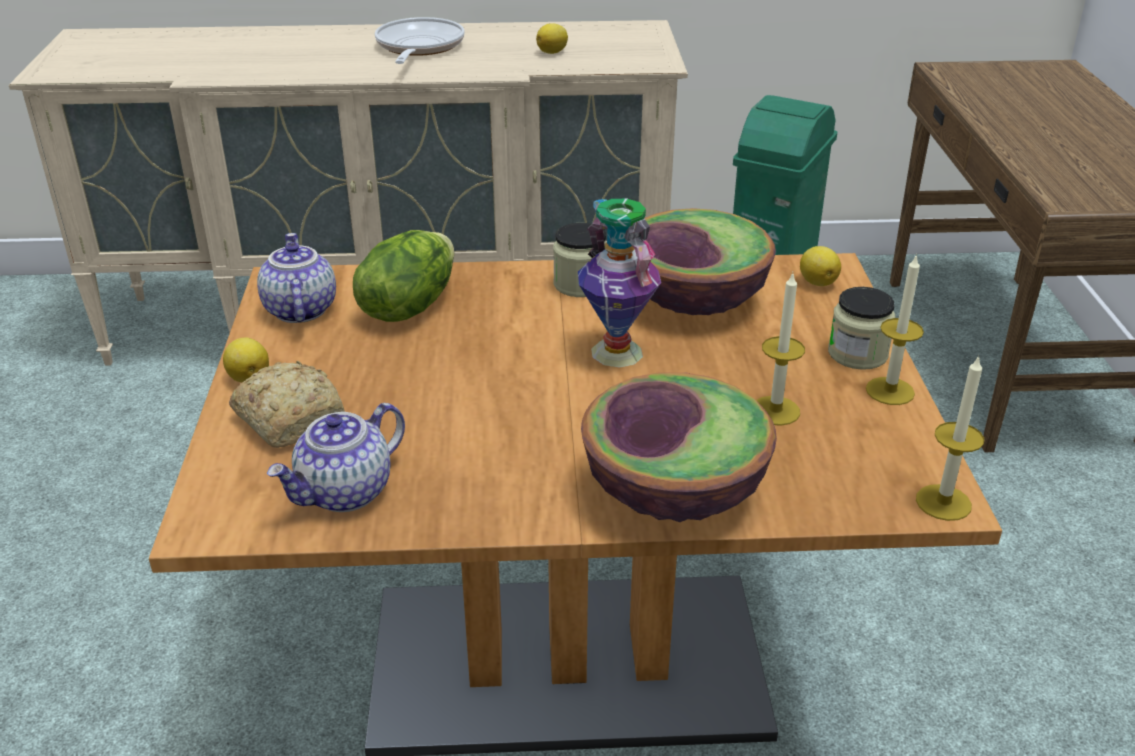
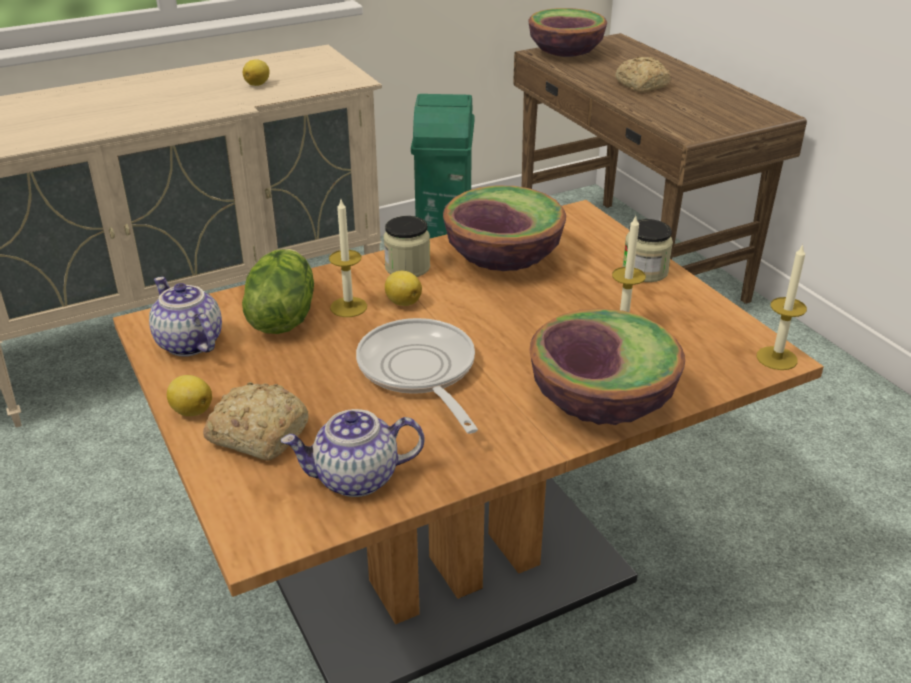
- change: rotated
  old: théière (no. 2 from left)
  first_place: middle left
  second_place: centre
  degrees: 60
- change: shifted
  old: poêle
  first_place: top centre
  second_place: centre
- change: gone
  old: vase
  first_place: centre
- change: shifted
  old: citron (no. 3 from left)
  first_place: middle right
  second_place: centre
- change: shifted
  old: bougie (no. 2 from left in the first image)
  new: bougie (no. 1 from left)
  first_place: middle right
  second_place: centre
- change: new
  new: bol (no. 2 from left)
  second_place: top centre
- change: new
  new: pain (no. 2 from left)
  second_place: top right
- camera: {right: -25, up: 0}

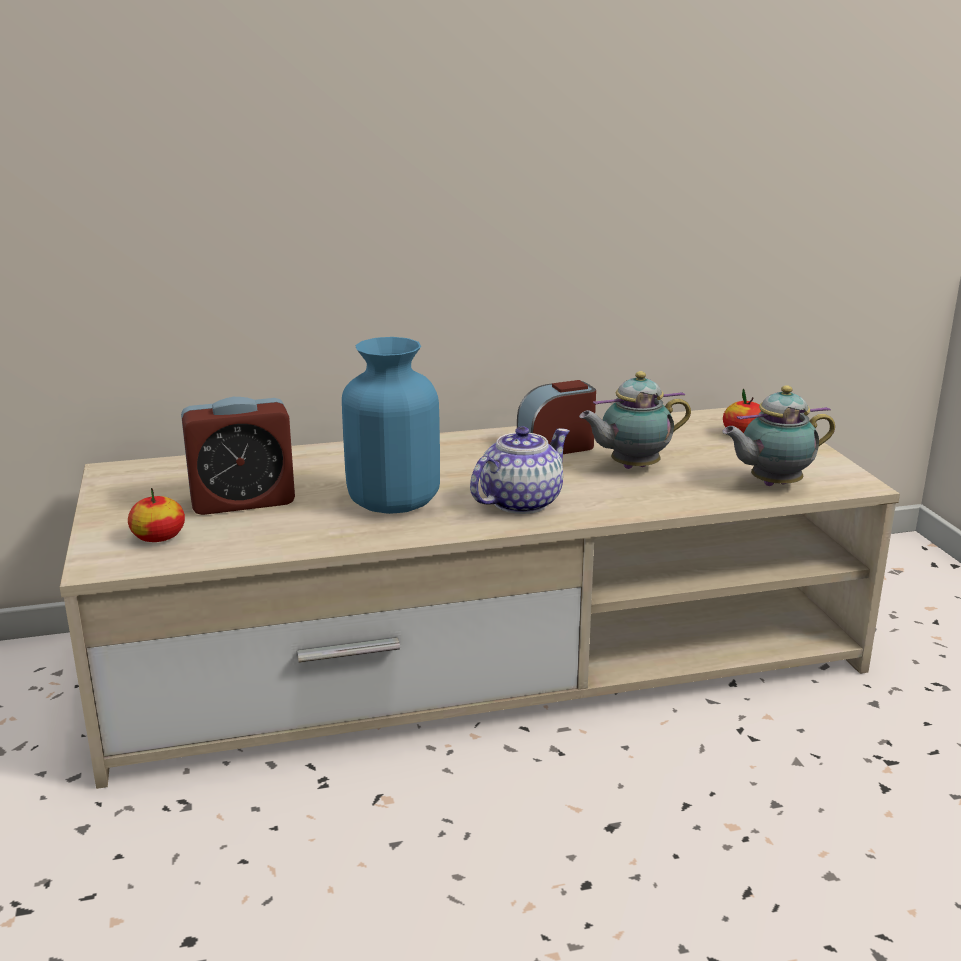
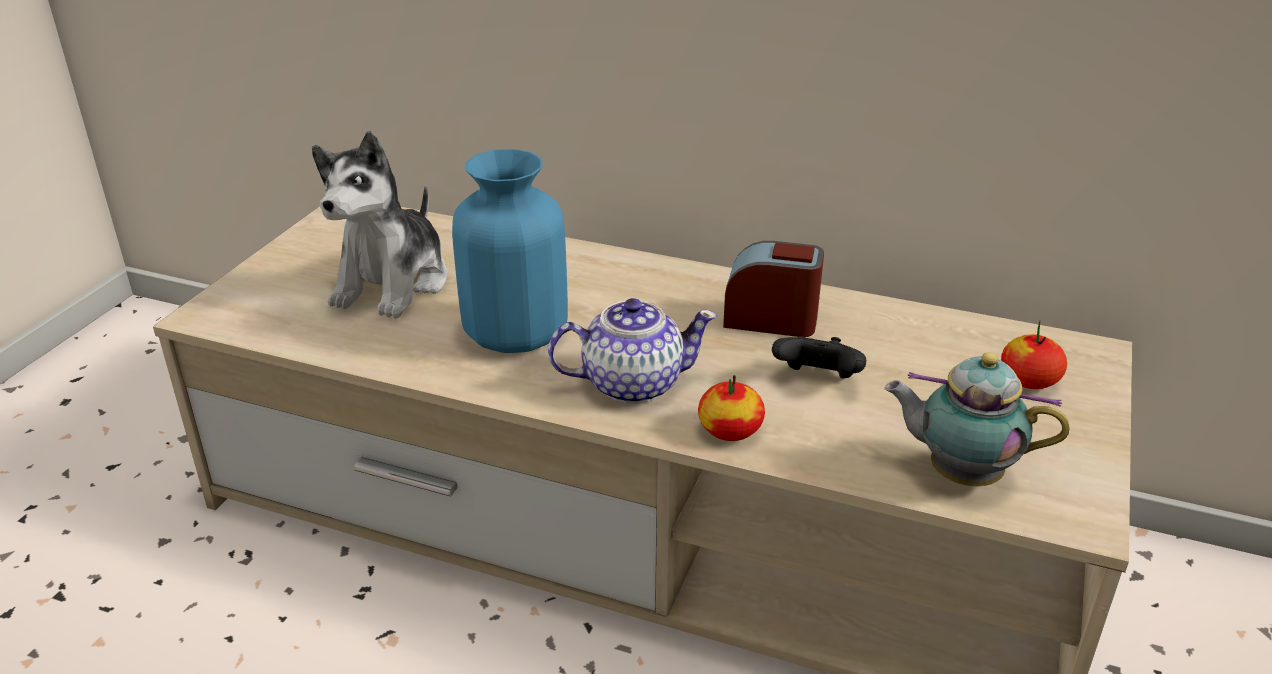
- change: shifted
  old: pomme (no. 1 from left)
  first_place: middle left
  second_place: centre
- change: swapped
  old: réveil (no. 1 from left)
  new: peluche
  first_place: middle left
  second_place: middle left
- change: swapped
  old: théière (no. 2 from left)
  new: manette (noir)
  first_place: centre
  second_place: centre
- camera: {right: 35, up: 10}

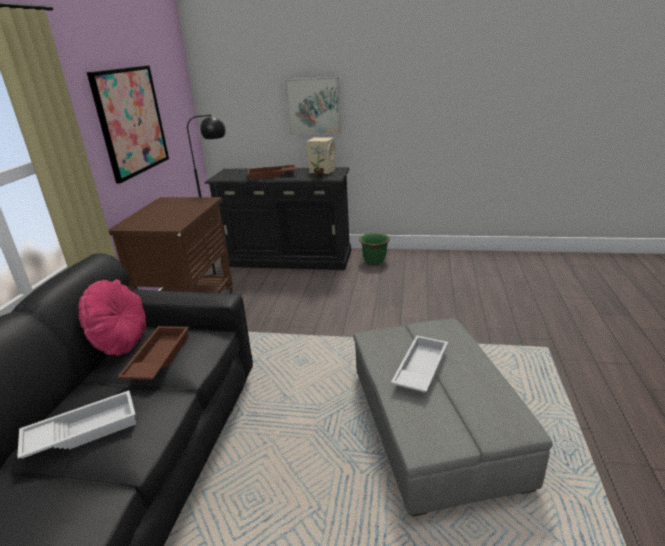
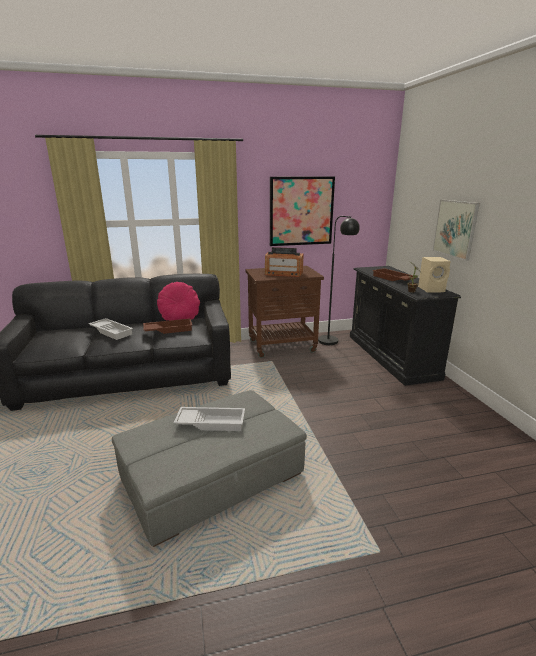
- change: gone
  old: cache-pot (vert)
  first_place: centre
- change: new
  new: radio
  second_place: centre
- camera: {right: 65, up: -5}

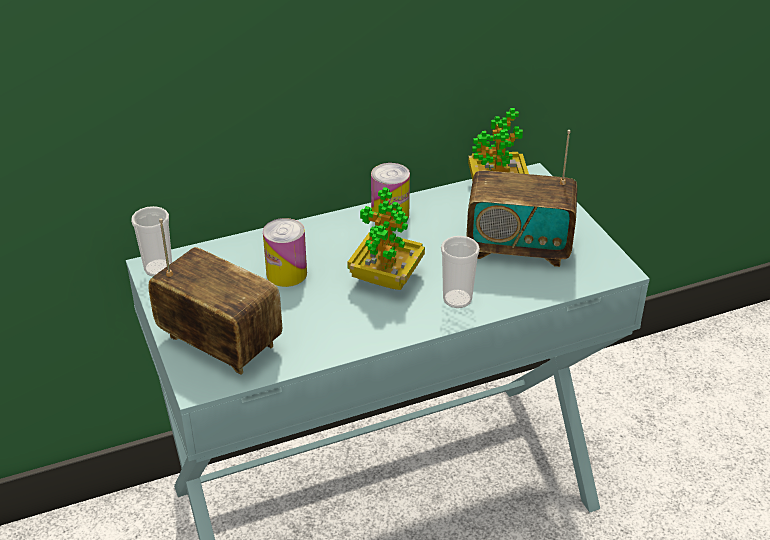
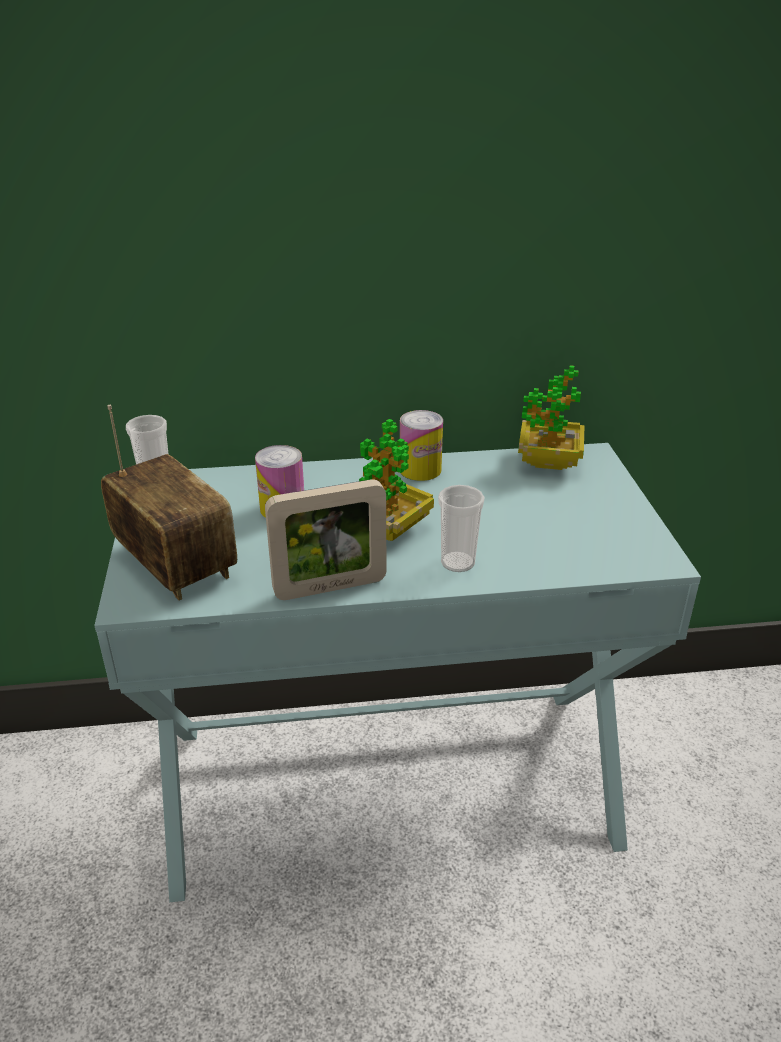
- change: gone
  old: radio (no. 2 from left)
  first_place: middle right
- change: new
  new: cadre photo
  second_place: centre
- camera: {right: 15, up: -5}

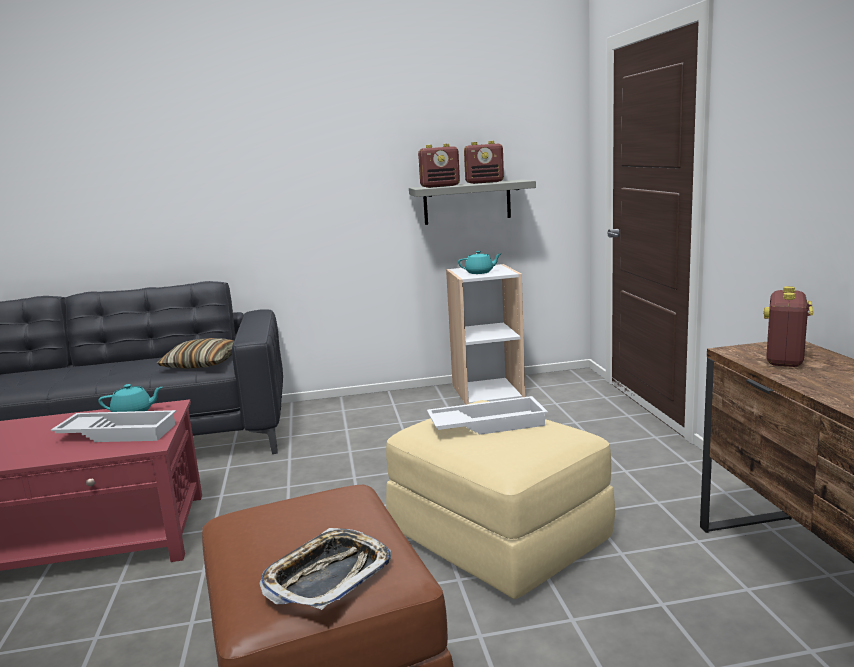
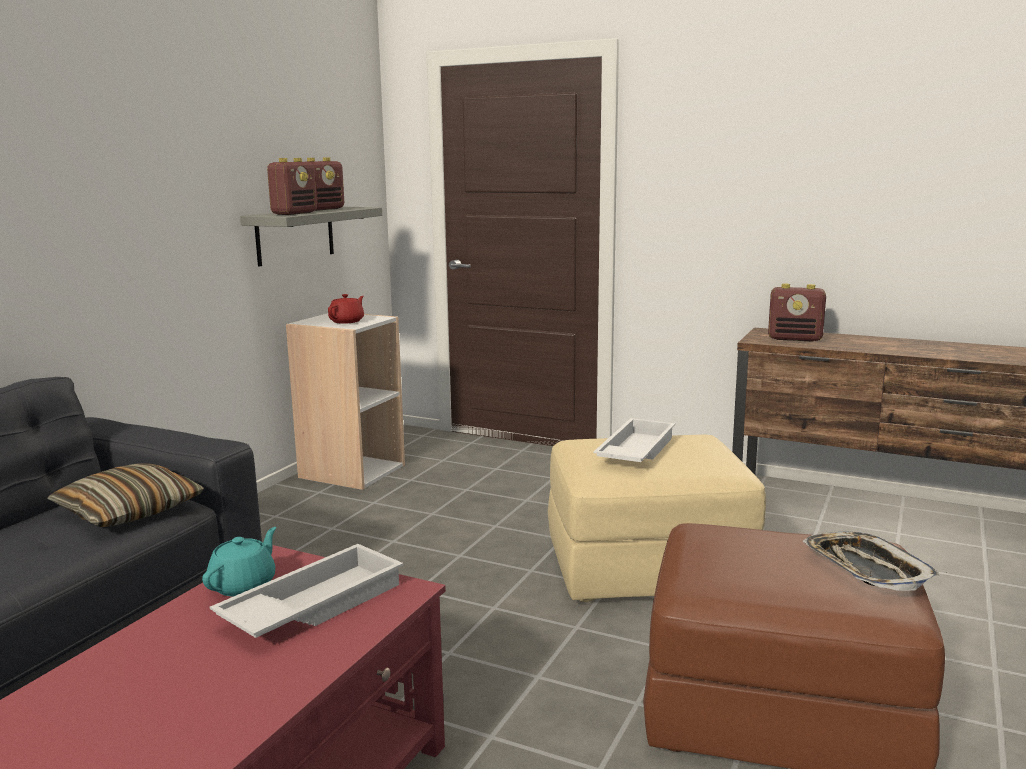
- change: repainted
  old: théière (turquoise) (no. 2 from left)
  new: théière (rouge)
  first_place: centre
  second_place: centre
- change: rotated
  old: radio (no. 3 from left)
  first_place: middle right
  second_place: middle right
  degrees: -45
- camera: {right: -55, up: 0}

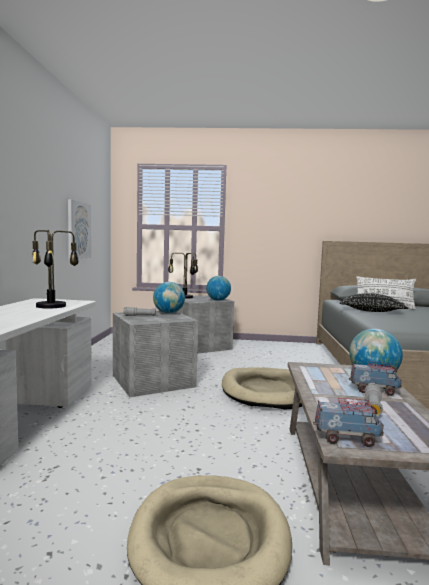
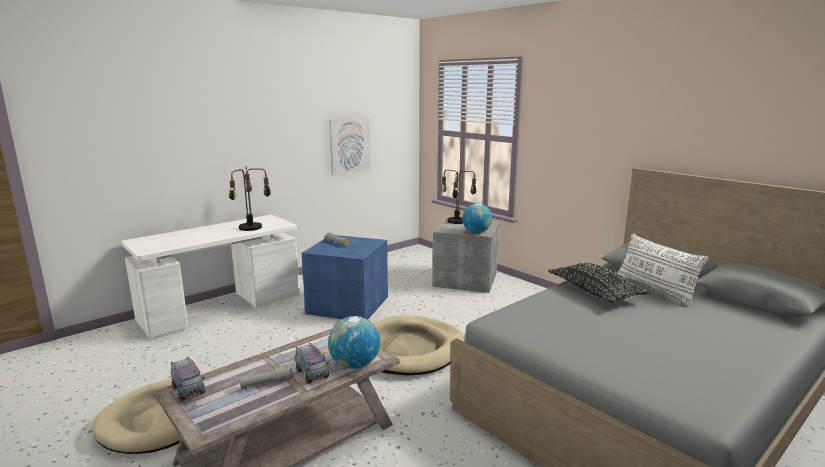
- change: repainted
  old: boîte de rangement (gris) (no. 1 from left)
  new: boîte de rangement (bleu)
  first_place: centre
  second_place: centre
- change: gone
  old: globe (no. 1 from left)
  first_place: centre
- camera: {right: 45, up: 10}

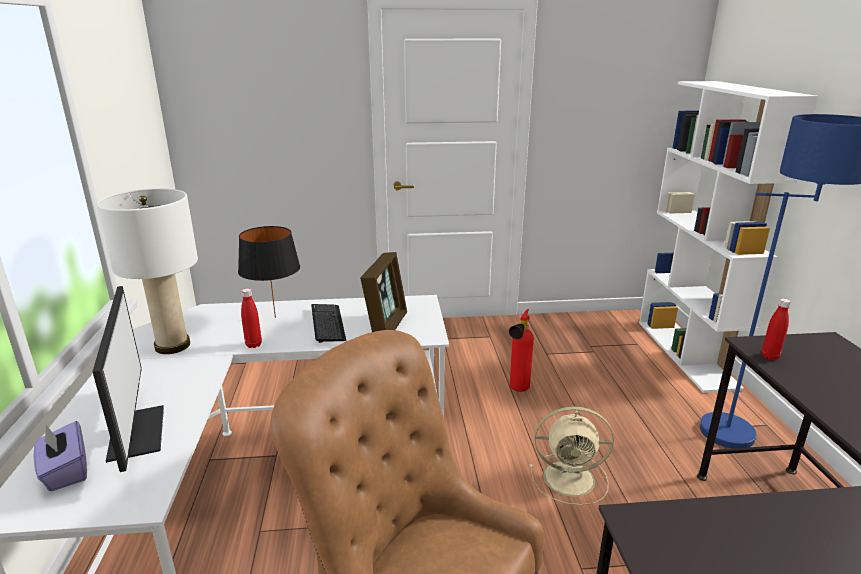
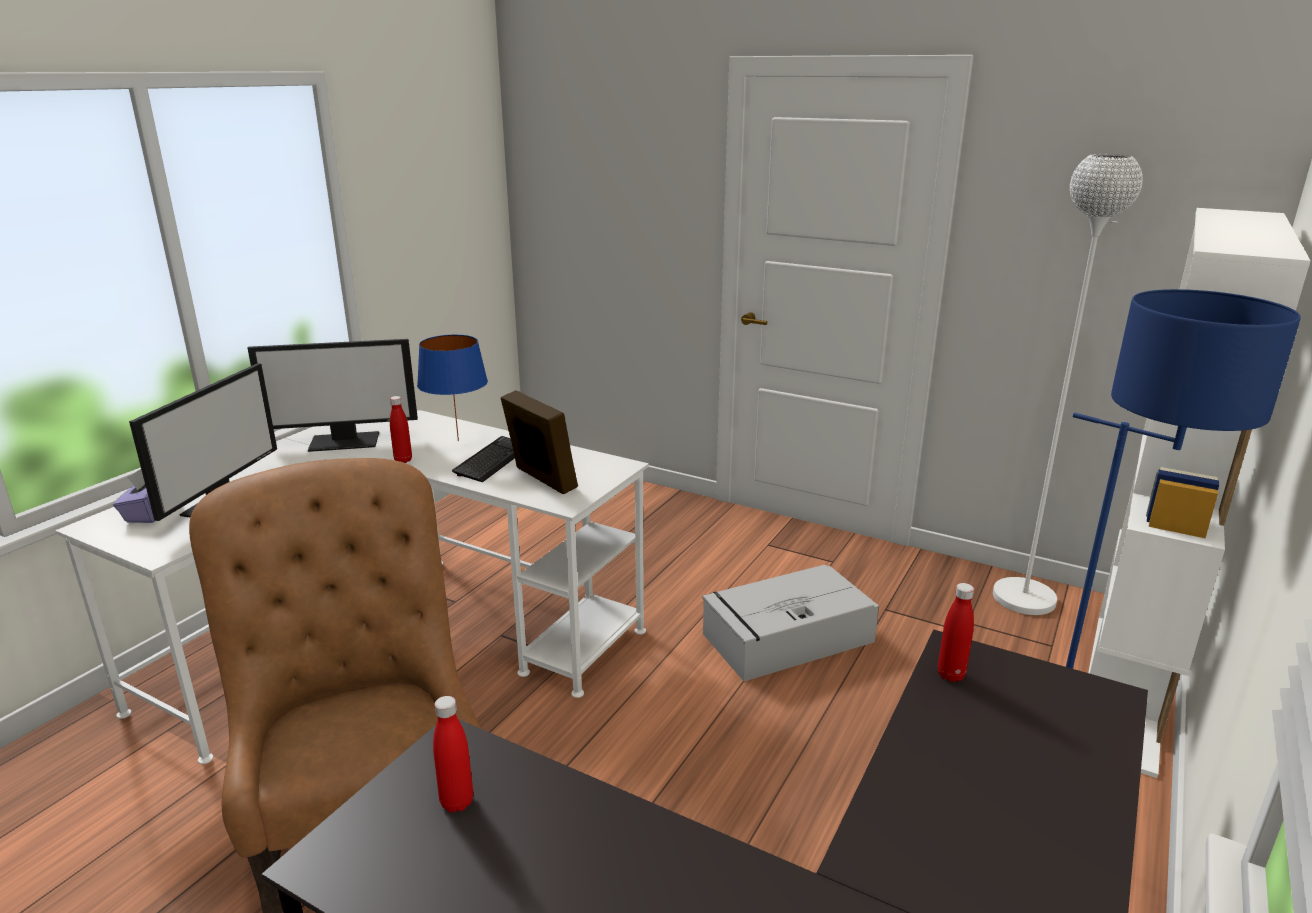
- change: swapped
  old: lampe de table (blanc)
  new: écran d'ordinateur (no. 2 from left)
  first_place: middle left
  second_place: middle left
- change: repainted
  old: lampe de table (noir)
  new: lampe de table (bleu)
  first_place: middle left
  second_place: centre
- change: rotated
  old: cadre photo
  first_place: centre
  second_place: centre
  degrees: -90
- change: swapped
  old: extincteur
  new: boîte de rangement (gris)
  first_place: centre
  second_place: bottom centre
- change: gone
  old: ventilateur (beige)
  first_place: bottom centre
- change: new
  new: bouteille (rouge) (no. 2 from left)
  second_place: bottom centre
- change: new
  new: lampadaire (blanc)
  second_place: middle right
- camera: {right: 35, up: 0}

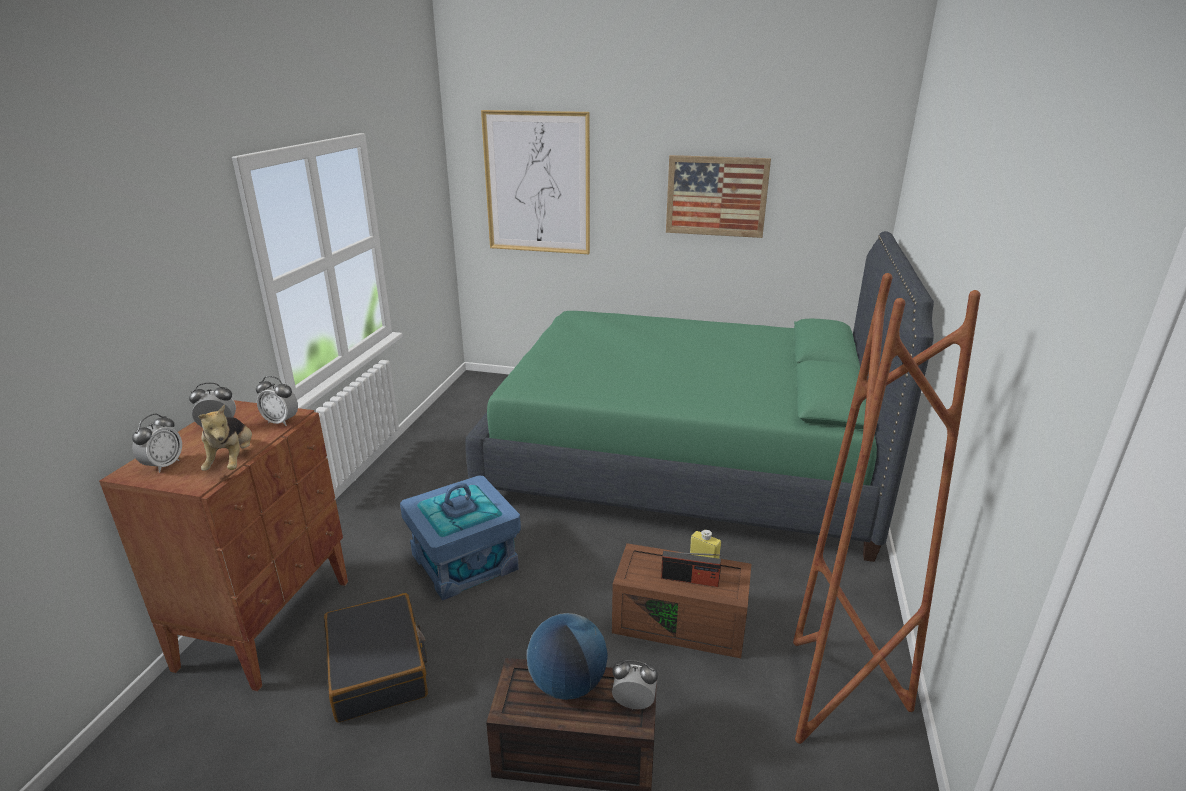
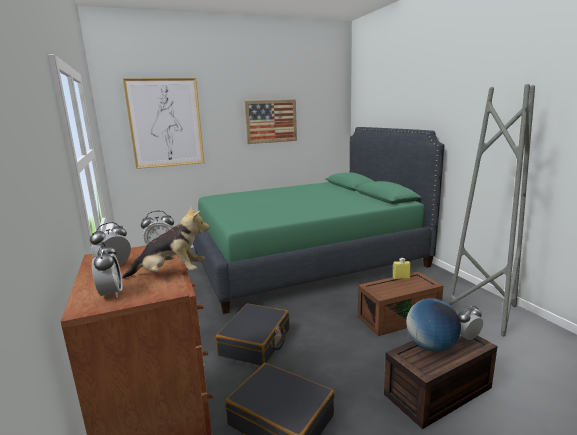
- change: rotated
  old: peluche
  first_place: middle left
  second_place: middle left
  degrees: -45
- change: swapped
  old: boîte de rangement (bleu)
  new: valise (noir) (no. 1 from left)
  first_place: bottom centre
  second_place: bottom centre
- change: gone
  old: radio
  first_place: bottom centre
- change: repainted
  old: portant (marron)
  new: portant (gris)
  first_place: middle right
  second_place: middle right
- camera: {right: -35, up: -10}

